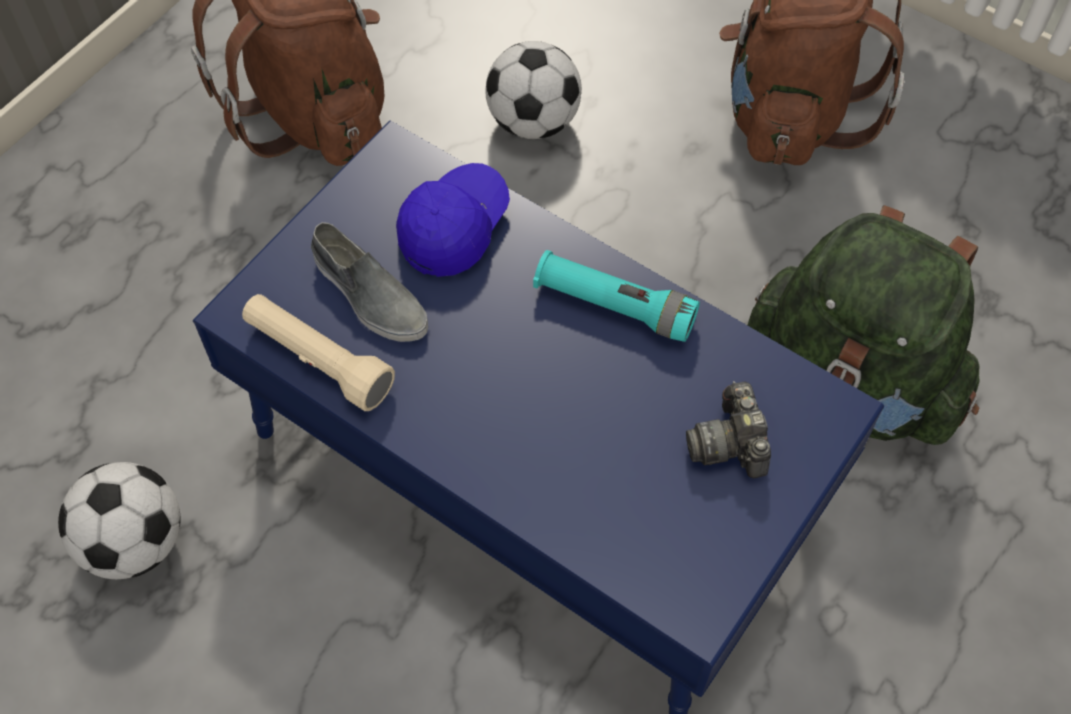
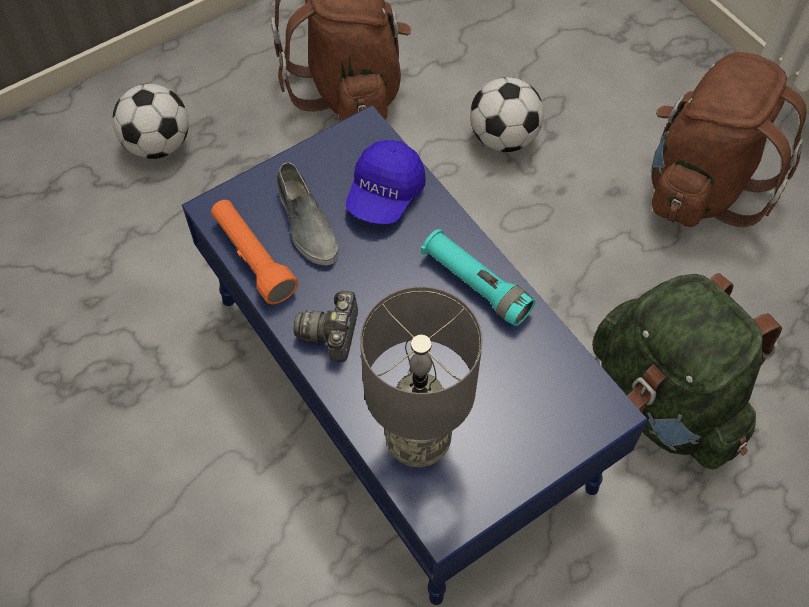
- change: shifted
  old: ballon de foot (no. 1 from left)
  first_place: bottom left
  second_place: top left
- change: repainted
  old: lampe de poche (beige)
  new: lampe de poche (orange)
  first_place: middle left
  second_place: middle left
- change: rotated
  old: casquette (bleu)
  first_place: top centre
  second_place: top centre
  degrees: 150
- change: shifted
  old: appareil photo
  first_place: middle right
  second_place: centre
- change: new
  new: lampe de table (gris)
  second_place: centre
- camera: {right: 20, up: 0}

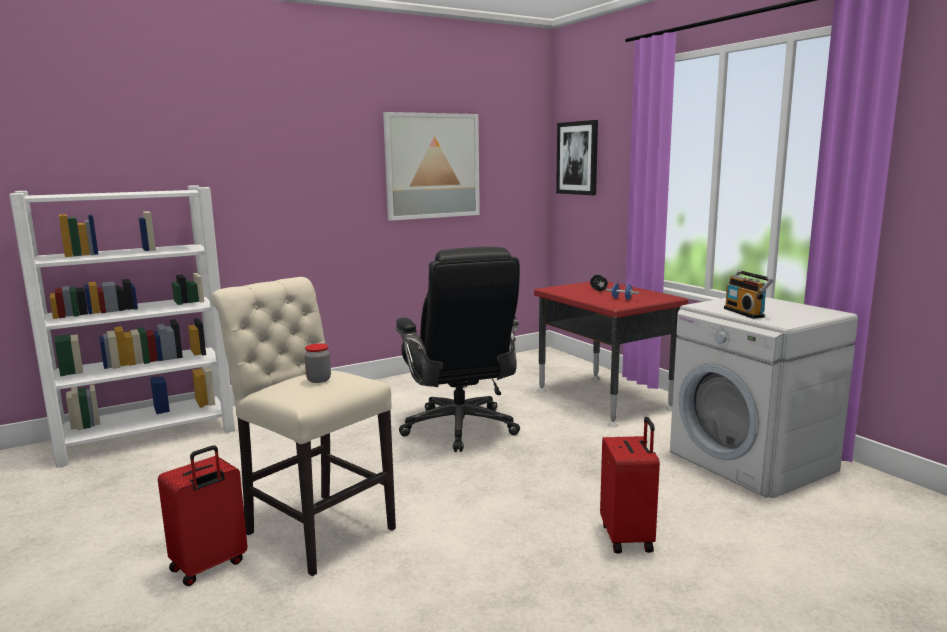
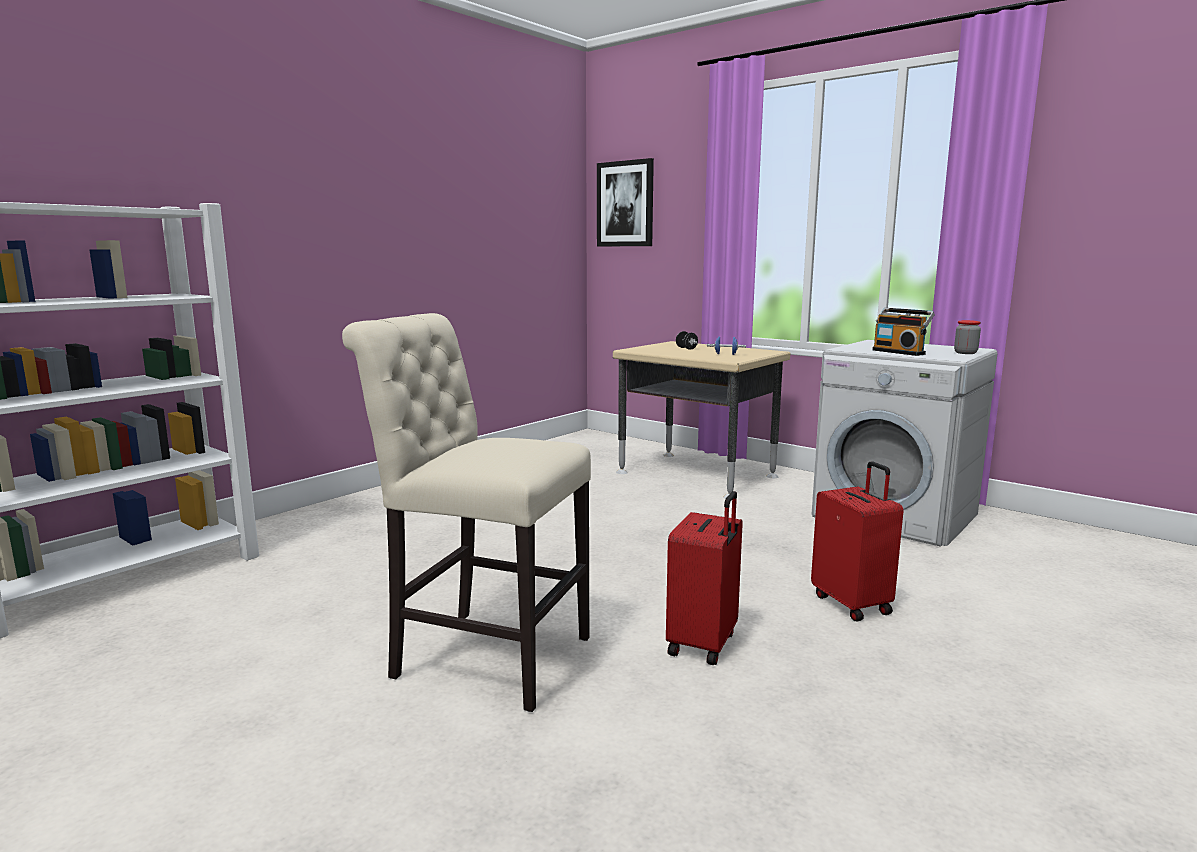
- change: shifted
  old: valise (rouge) (no. 1 from left)
  first_place: bottom left
  second_place: bottom centre
- change: shifted
  old: bocal
  first_place: centre
  second_place: middle right
- change: gone
  old: tableau (no. 1 from left)
  first_place: top centre
- change: gone
  old: chaise de bureau (noir)
  first_place: centre
- change: repainted
  old: bureau (rouge)
  new: bureau (beige)
  first_place: centre
  second_place: centre
- camera: {right: -20, up: 0}

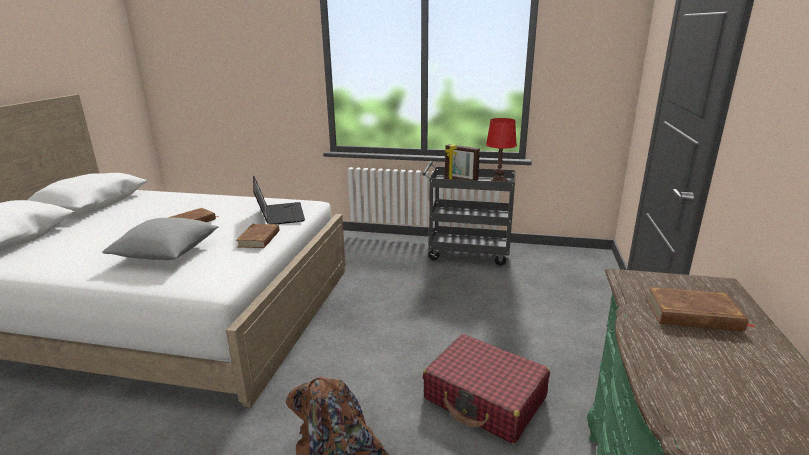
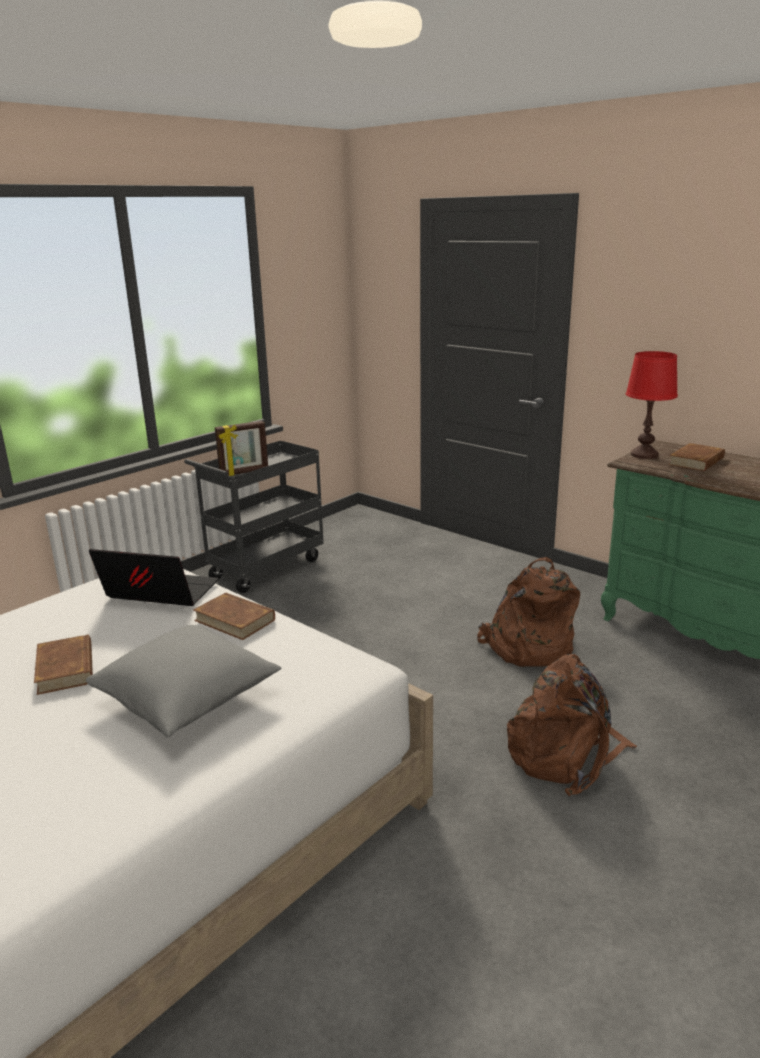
- change: swapped
  old: valise (rouge)
  new: sac à dos (marron) (no. 1 from left)
  first_place: bottom centre
  second_place: middle right
- change: shifted
  old: lampe de table (rouge)
  first_place: top centre
  second_place: middle right
- camera: {right: -60, up: 0}

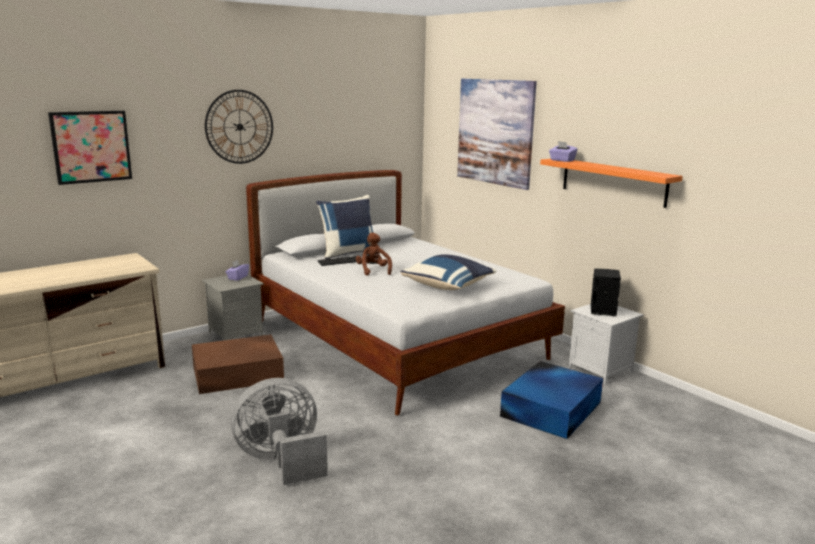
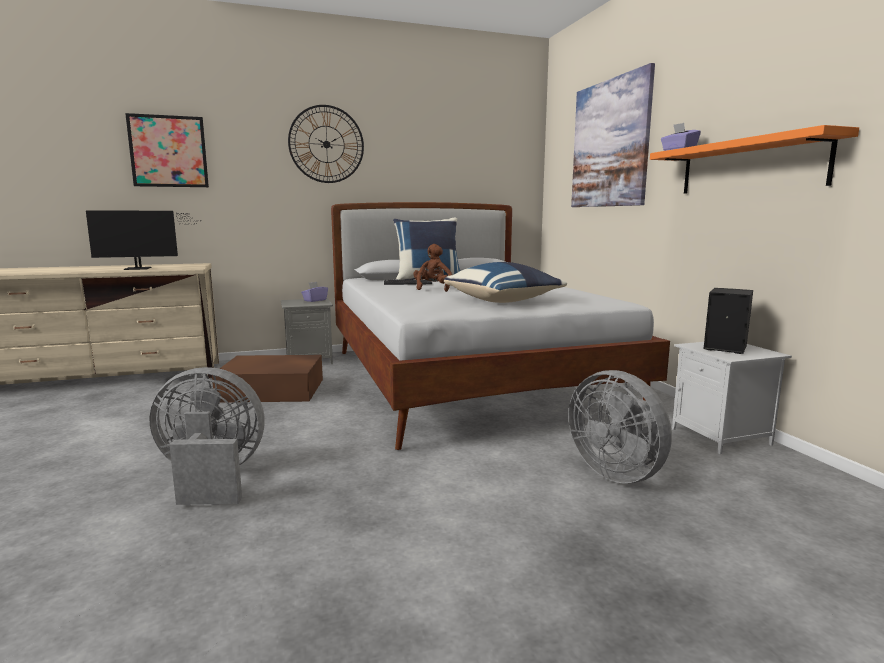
- change: swapped
  old: boîte de rangement (bleu)
  new: ventilateur (gris) (no. 2 from left)
  first_place: bottom right
  second_place: middle right
- change: new
  new: écran d'ordinateur
  second_place: middle left
- camera: {right: 20, up: -5}

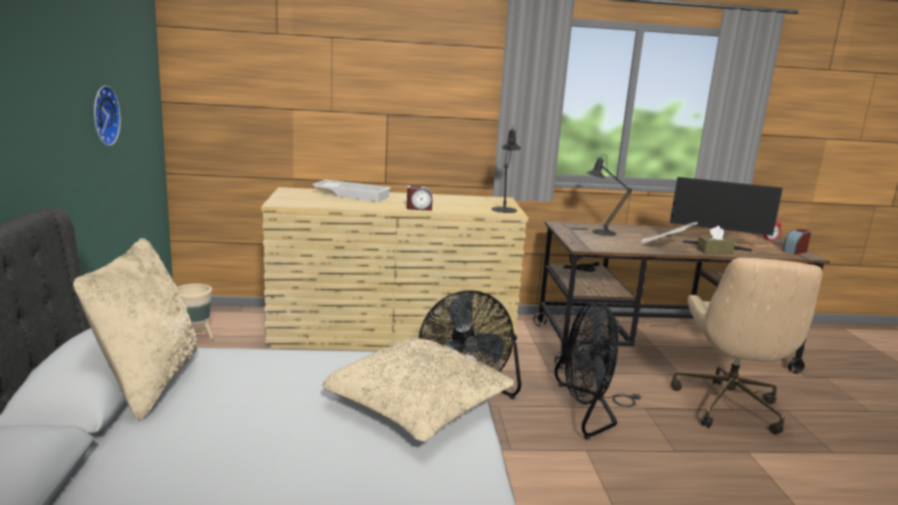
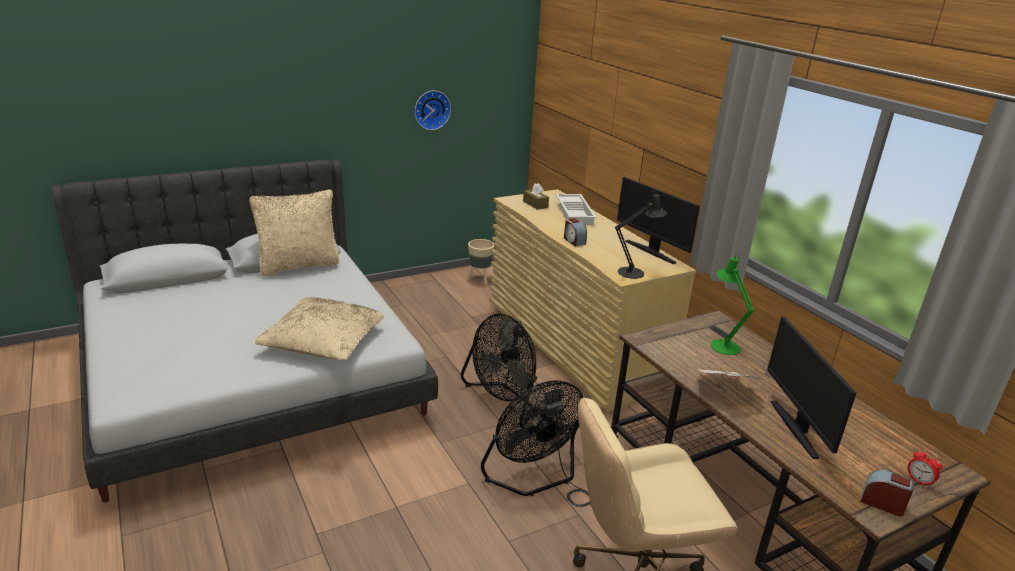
- change: repainted
  old: lampe de table (noir) (no. 2 from left)
  new: lampe de table (vert)
  first_place: middle right
  second_place: middle right
- change: shifted
  old: boîte à mouchoirs (marron)
  first_place: middle right
  second_place: centre
- change: new
  new: écran d'ordinateur (no. 1 from left)
  second_place: centre
- camera: {right: 65, up: 10}

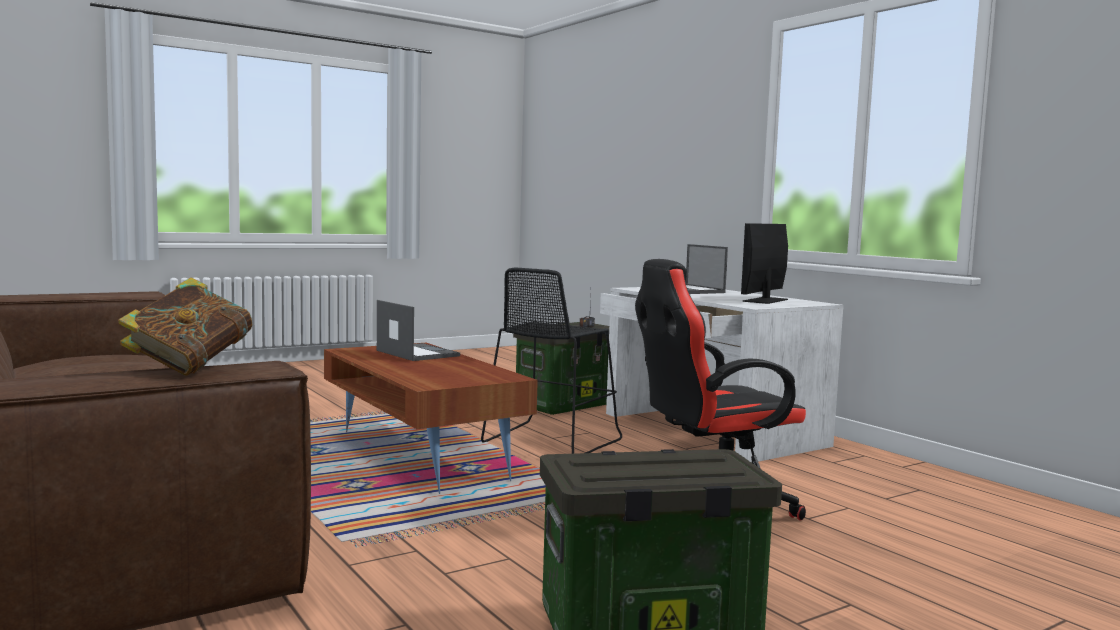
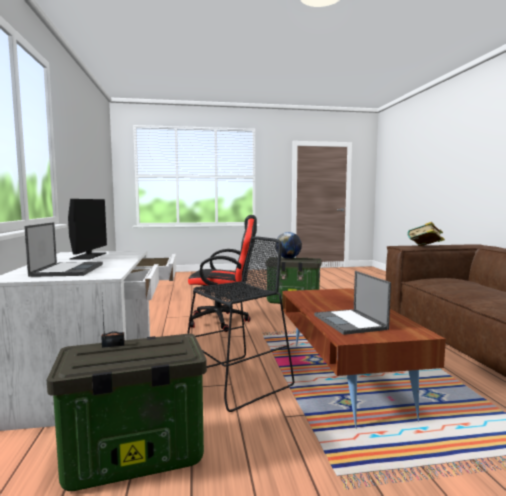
- change: rotated
  old: écran d'ordinateur
  first_place: middle right
  second_place: middle left
  degrees: -60
- change: new
  new: globe
  second_place: centre
- camera: {right: -155, up: 0}

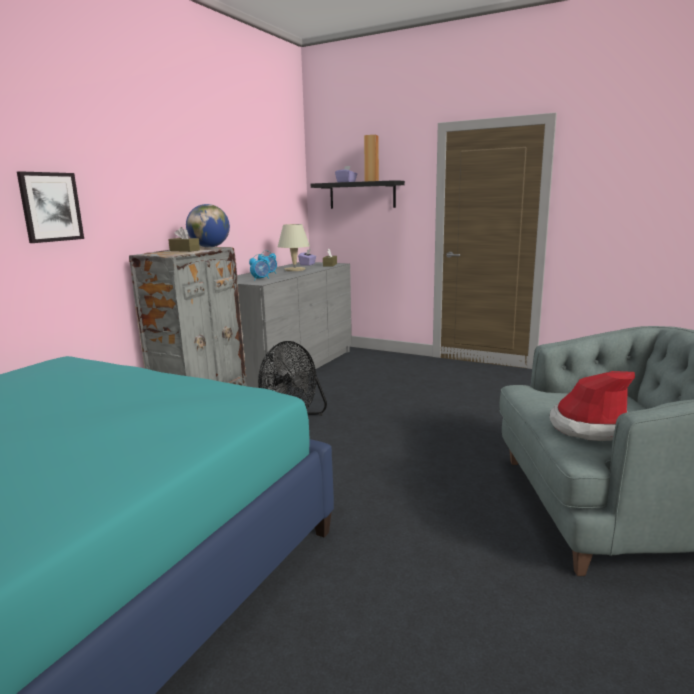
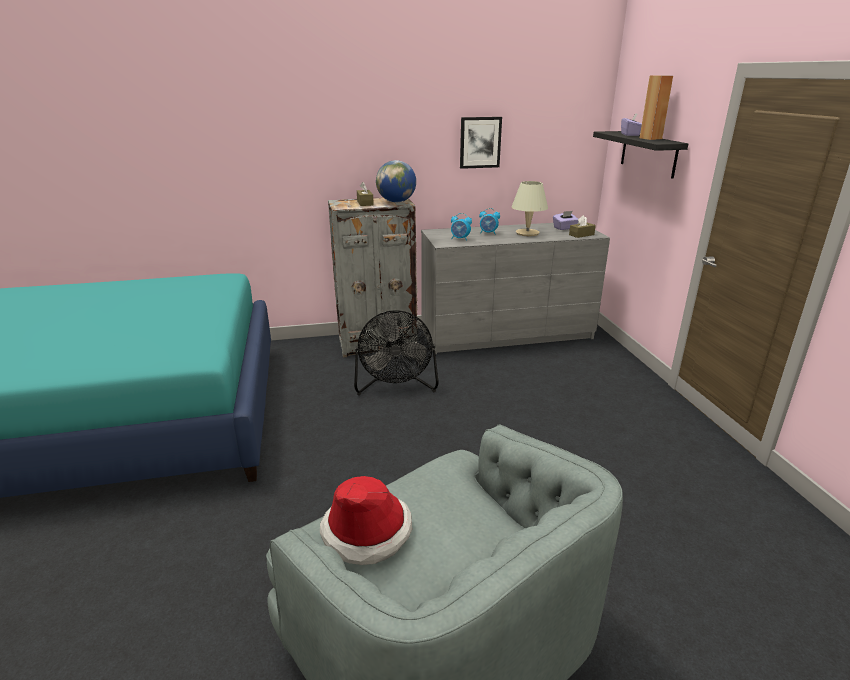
- change: shifted
  old: tableau
  first_place: top left
  second_place: top centre
- camera: {right: 50, up: 10}

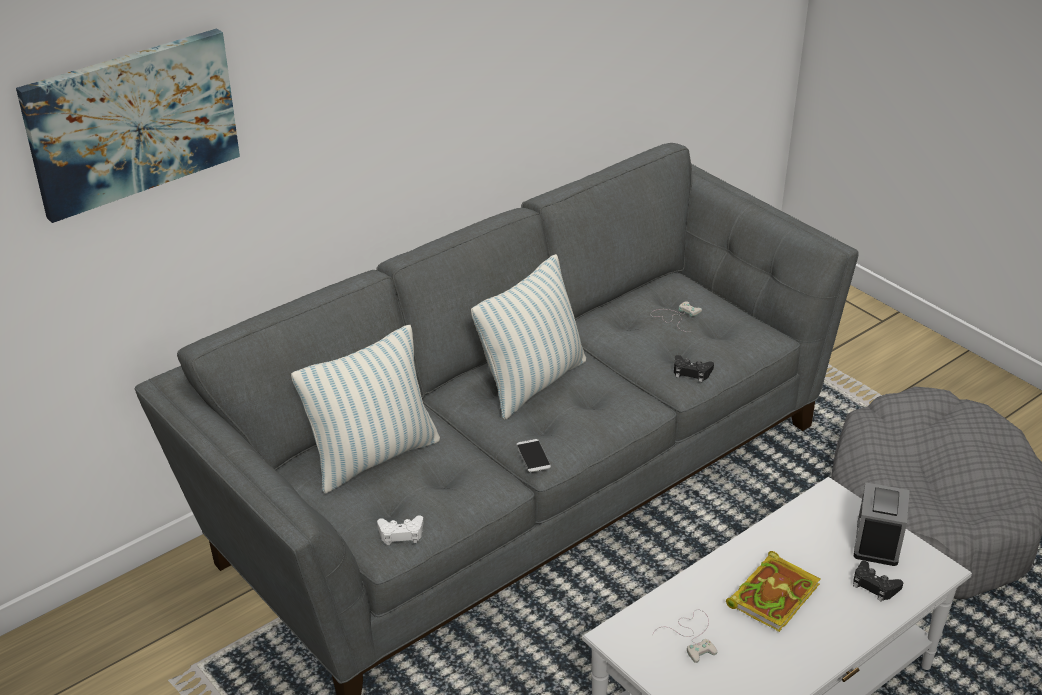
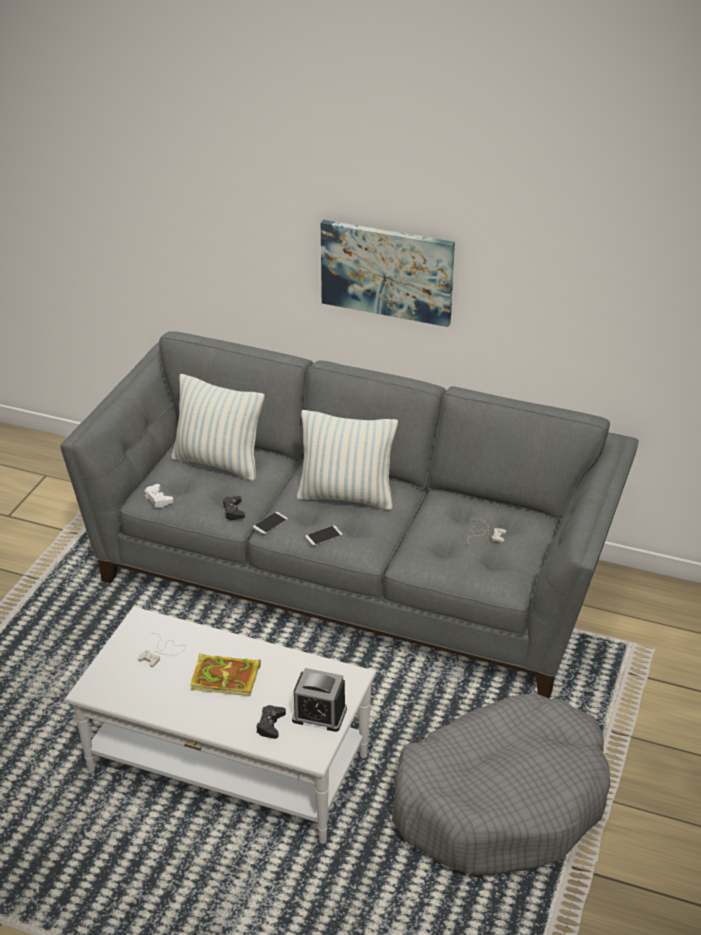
- change: shifted
  old: tableau
  first_place: top left
  second_place: top centre
- change: shifted
  old: manette (noir) (no. 1 from left)
  first_place: centre
  second_place: middle left
- change: rotated
  old: réveil
  first_place: bottom right
  second_place: bottom centre
  degrees: -150
- change: new
  new: téléphone (no. 2 from left)
  second_place: centre
- camera: {right: 60, up: 0}

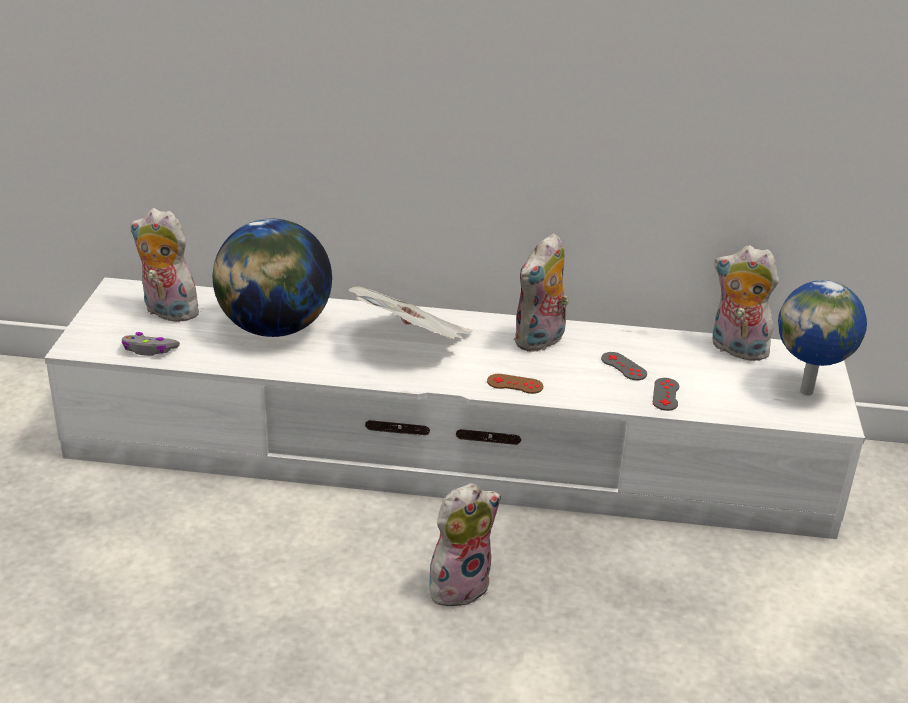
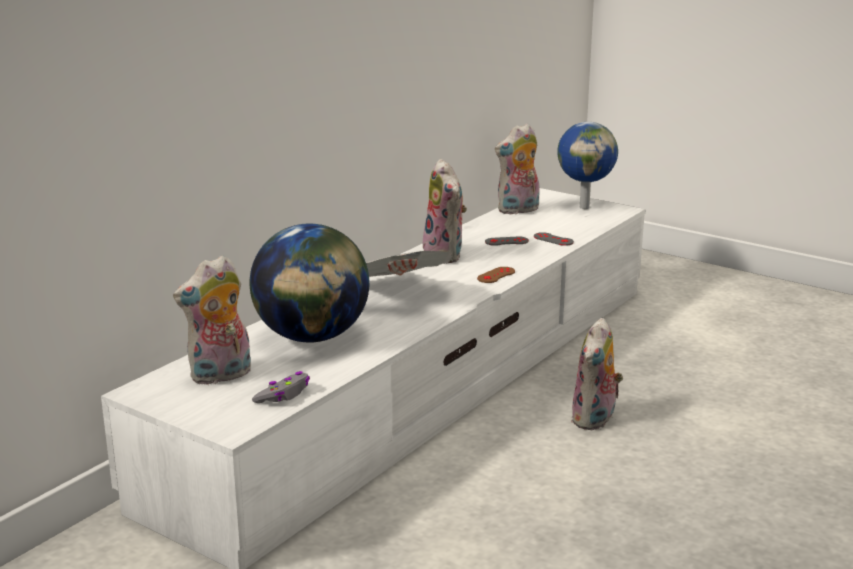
- change: rotated
  old: peluche (no. 2 from left in the first image)
  first_place: bottom centre
  second_place: middle right
  degrees: -150
- camera: {right: -60, up: -10}

